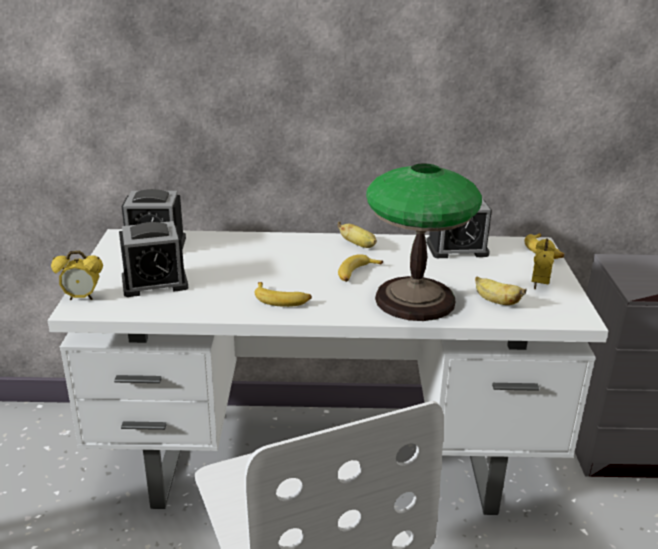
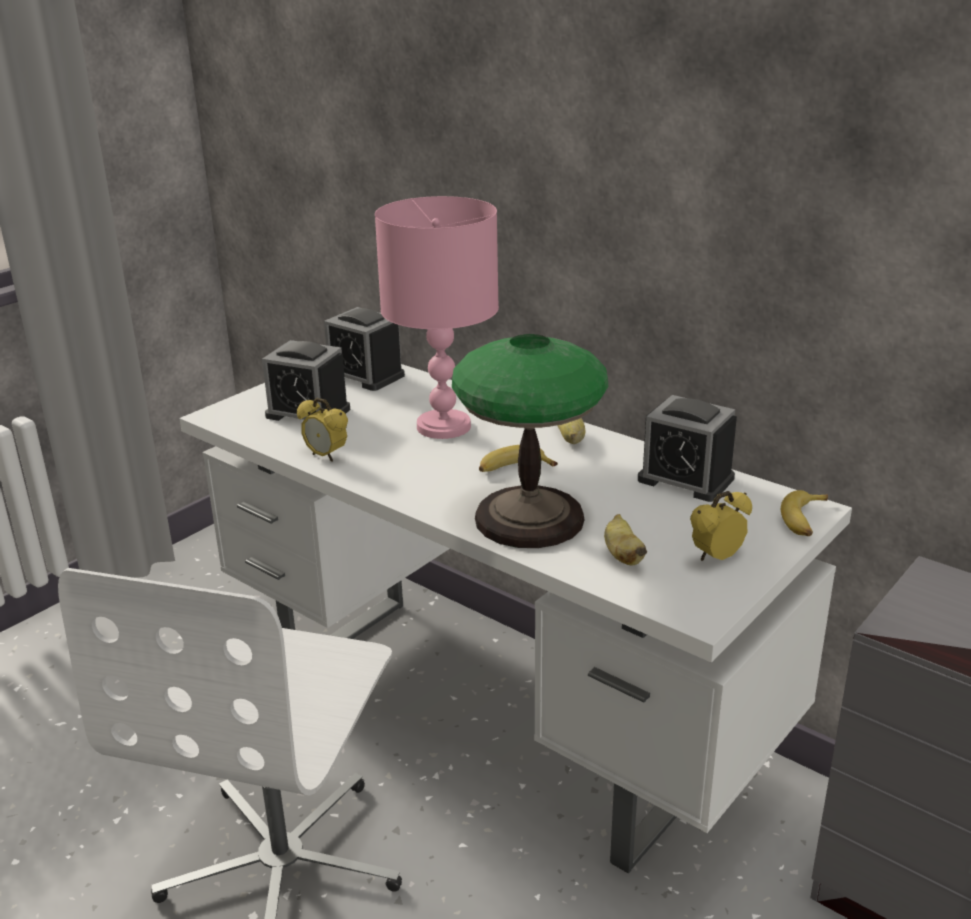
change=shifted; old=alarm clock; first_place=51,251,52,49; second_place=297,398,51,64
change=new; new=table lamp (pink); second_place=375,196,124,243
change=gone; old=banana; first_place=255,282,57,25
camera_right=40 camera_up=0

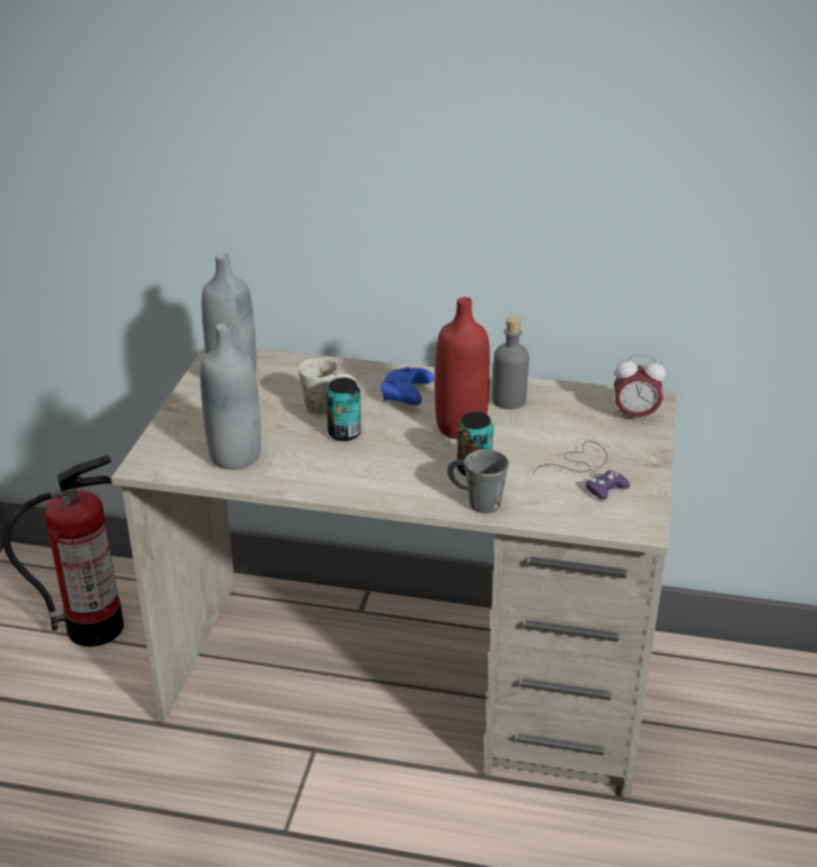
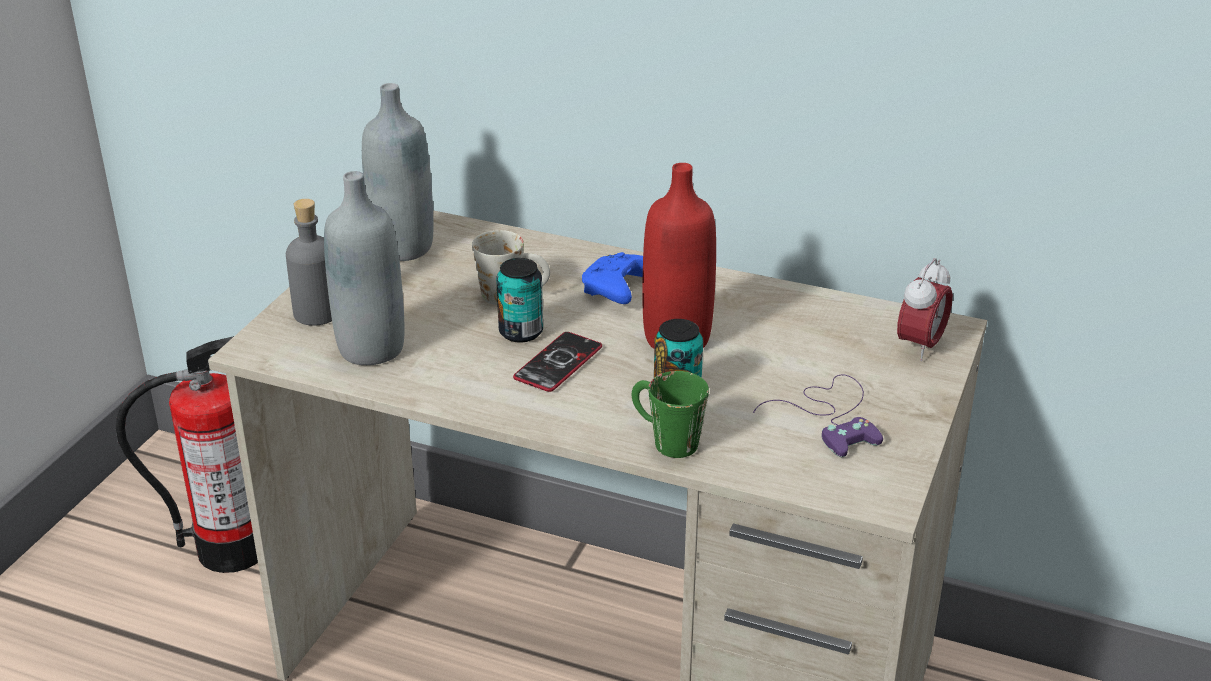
change=shifted; old=bottle (grey); first_place=492,316,37,93; second_place=286,199,46,127
change=new; new=phone; second_place=513,332,89,60
change=repainted; old=mug (grey); new=mug (green); first_place=447,450,62,63; second_place=632,371,77,87
change=rotated; old=alarm clock; first_place=614,354,52,68; second_place=897,258,56,103; degrees=-75
camera_right=10 camera_up=0

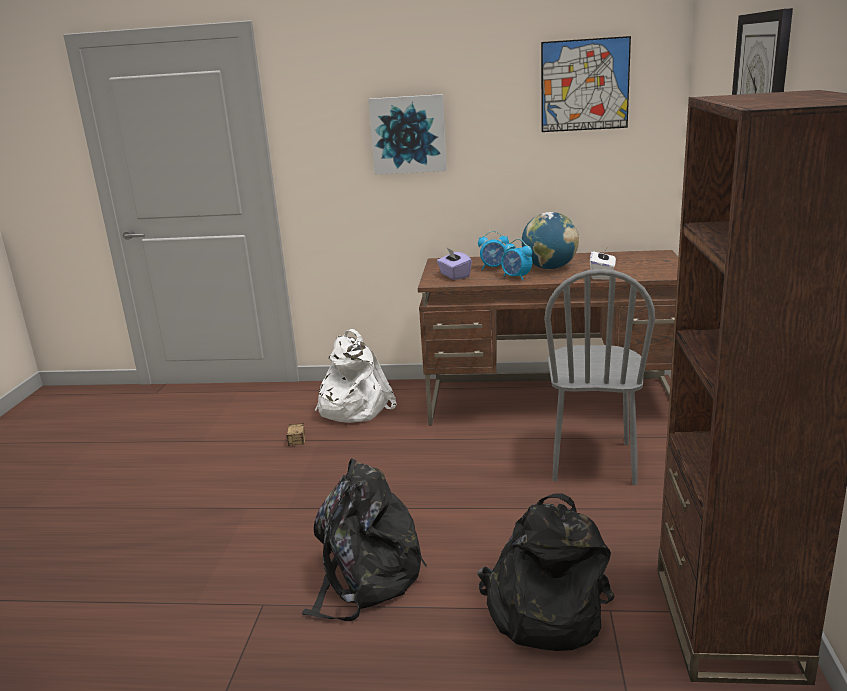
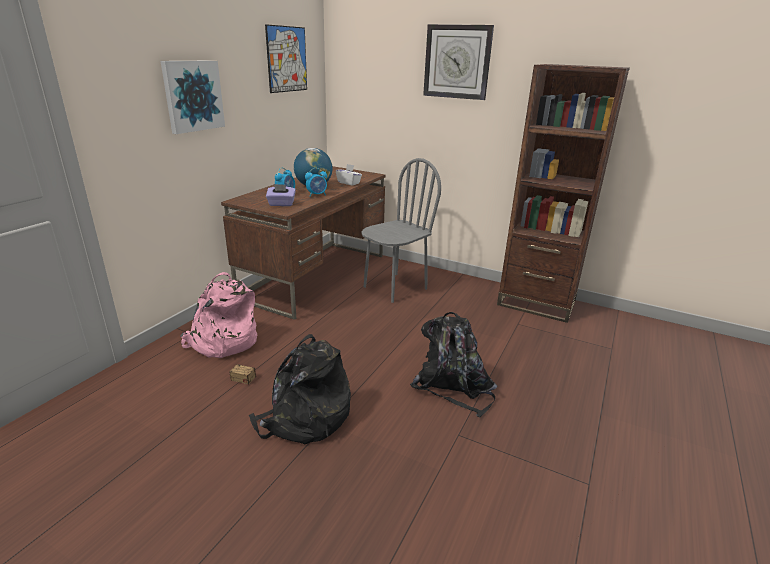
change=repainted; old=backpack (white); new=backpack (pink); first_place=314,329,83,94; second_place=180,272,77,86
change=shifted; old=backpack (black); first_place=477,494,137,157; second_place=249,334,102,110
change=rotated; old=chair (grey); first_place=544,269,111,216; second_place=361,158,80,145; degrees=-75
camera_right=-70 camera_up=5

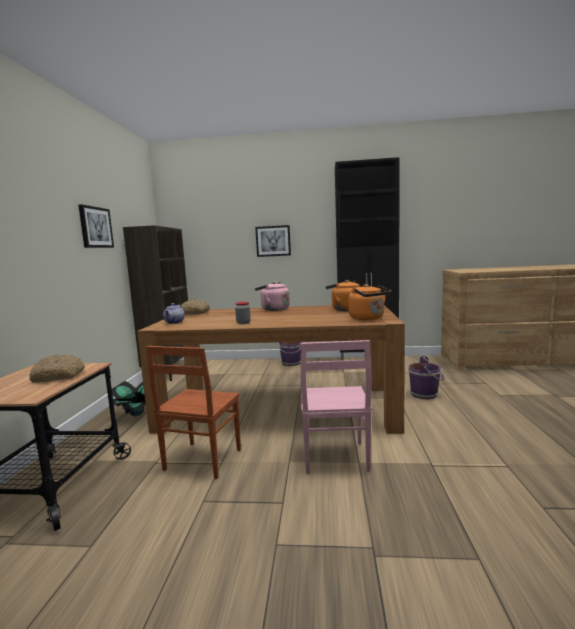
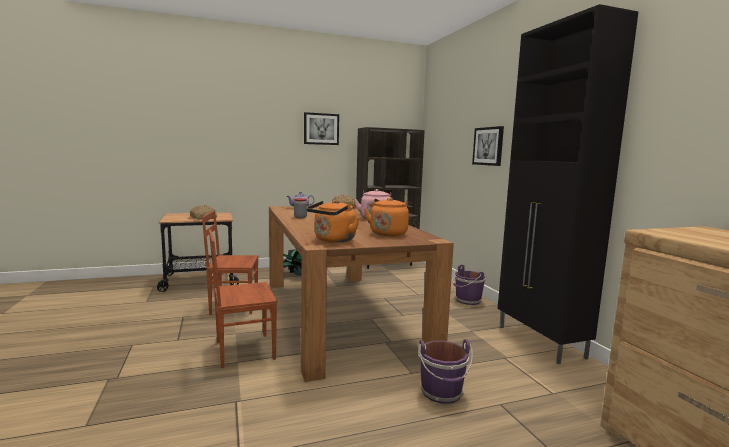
change=repainted; old=chair (pink); new=chair (brown); first_place=301,340,71,134; second_place=209,229,68,140
camera_right=65 camera_up=0

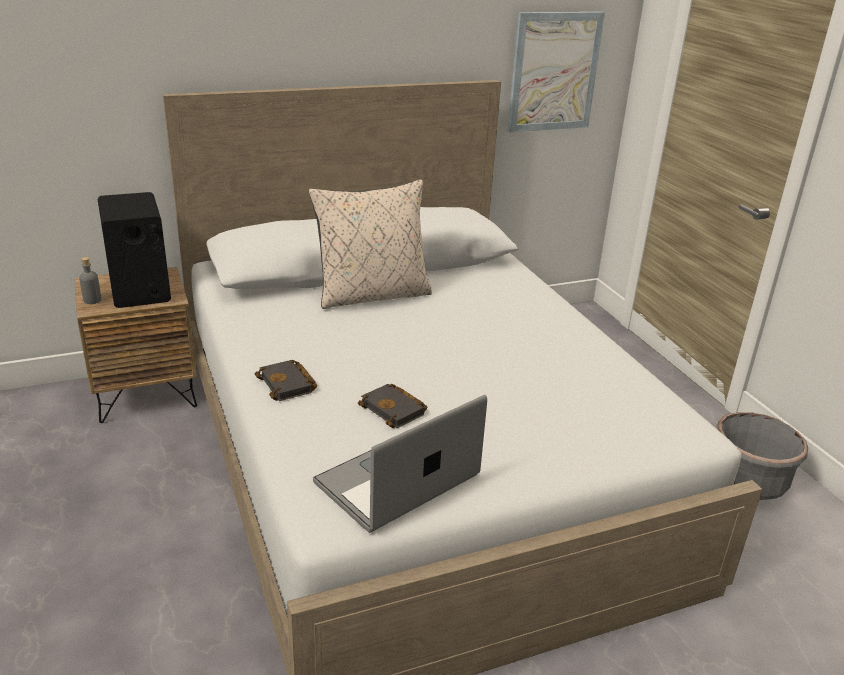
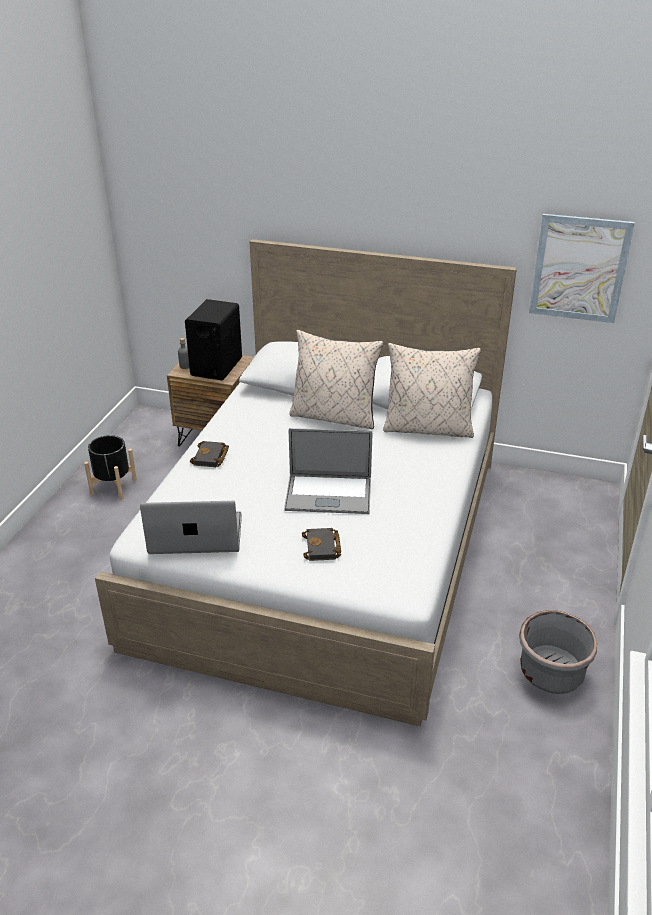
change=new; new=planter (black); second_place=84,435,53,64
change=new; new=laptop; second_place=284,428,88,86
change=shifted; old=book (black); first_place=358,384,69,44; second_place=302,528,39,33
change=new; new=pillow (beige); second_place=383,343,98,95
camera_right=40 camera_up=5

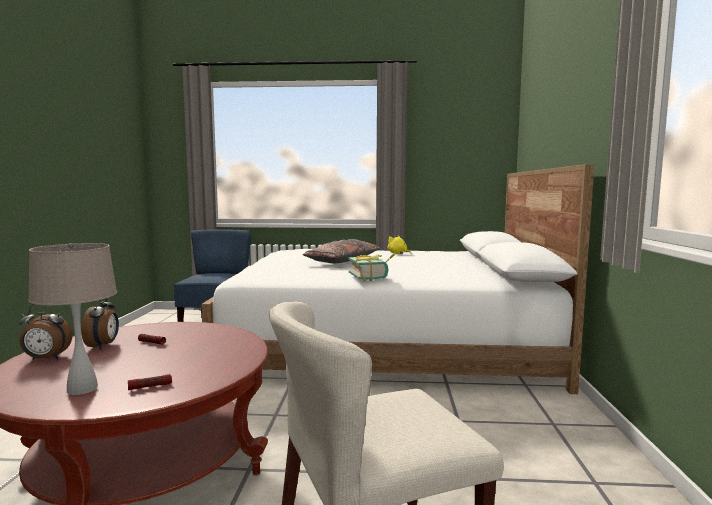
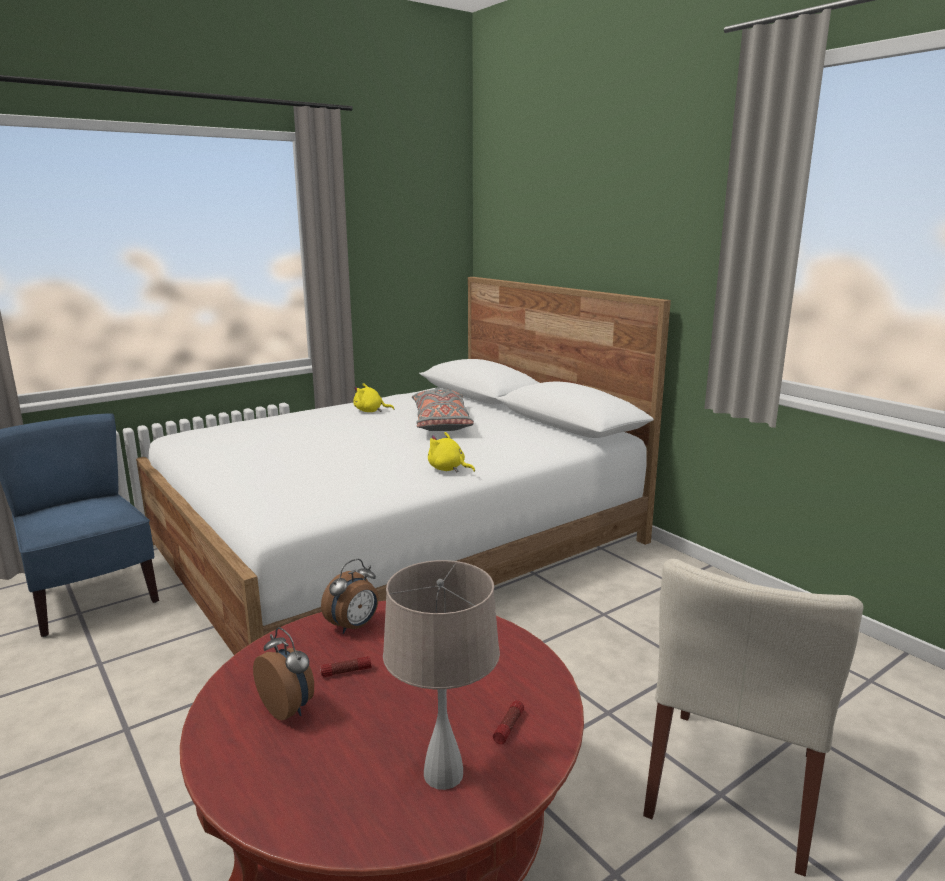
change=shifted; old=alarm clock; first_place=19,304,53,56; second_place=321,559,58,75
change=shifted; old=pillow (grey); first_place=302,239,78,24; second_place=412,389,62,42
change=swapped; old=book; new=plush toy (yellow); first_place=349,254,46,27; second_place=428,432,47,40
camera_right=-40 camera_up=10

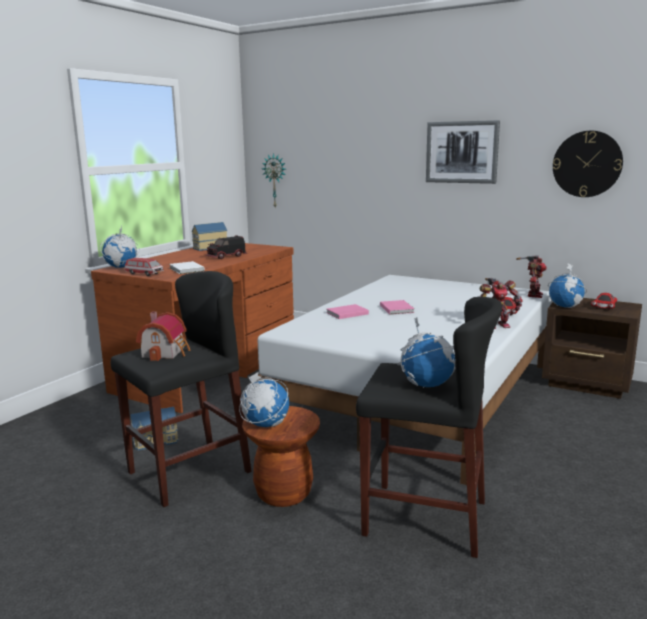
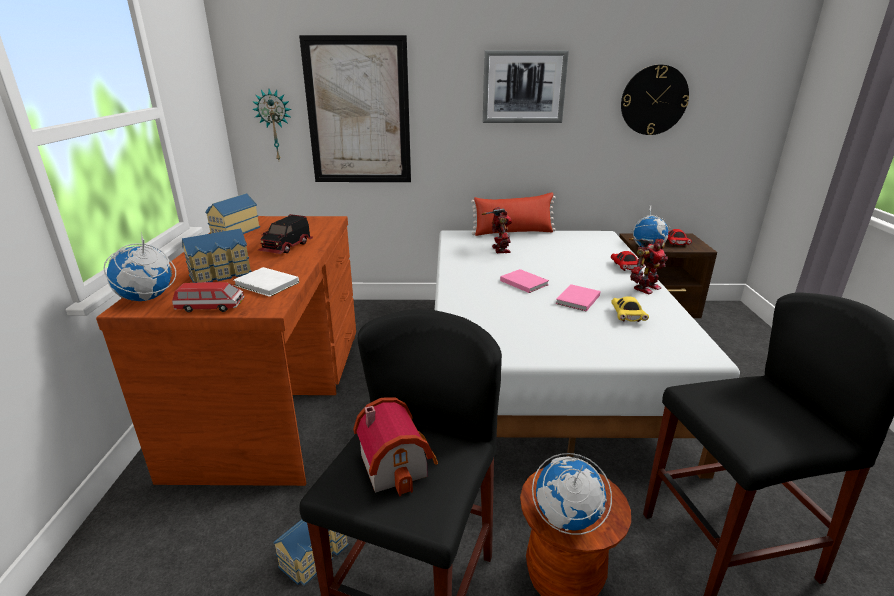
change=new; new=toy house; second_place=182,228,70,55
change=new; new=picture; second_place=299,35,112,147
change=new; new=pillow (red); second_place=471,193,85,43
change=shifted; old=toy robot; first_place=516,255,31,43; second_place=482,207,30,46
change=shifted; old=book (pink); first_place=326,304,43,15; second_place=555,284,45,27
change=new; new=toy car (yellow); second_place=612,297,37,25
change=gone; old=globe; first_place=397,318,58,70
camera_right=-30 camera_up=10

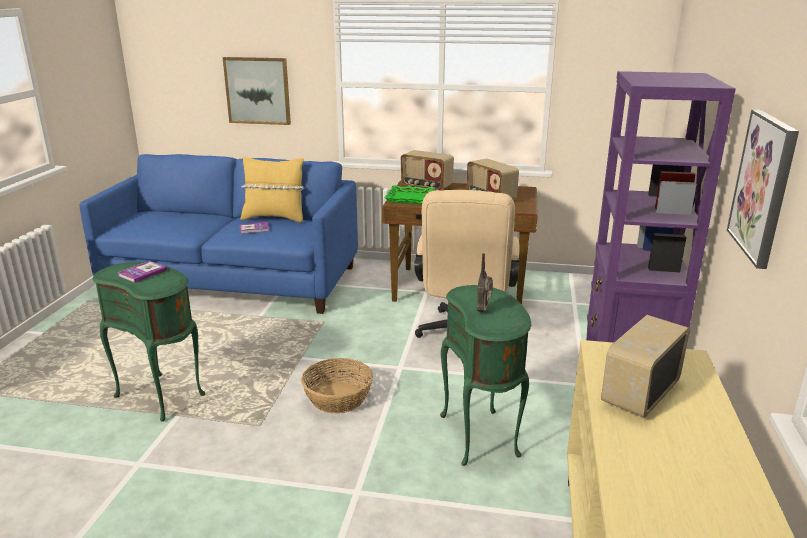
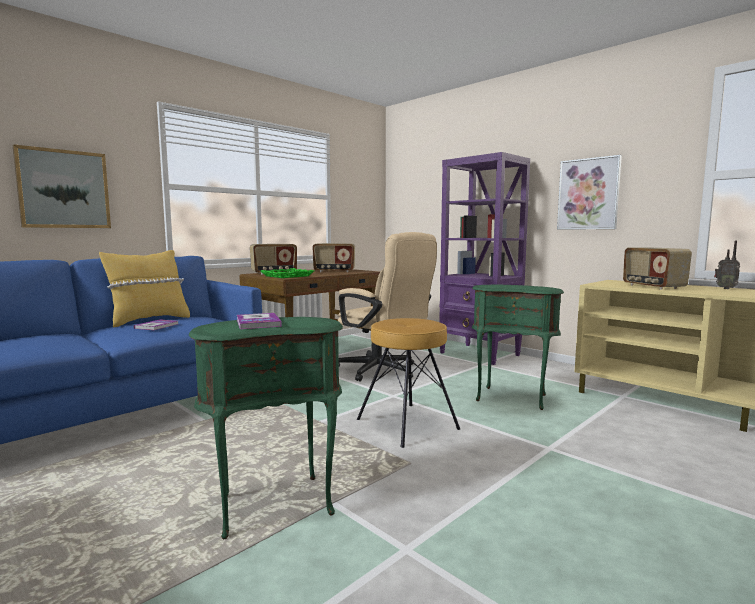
change=swapped; old=basket; new=stool (brown); first_place=301,358,72,55; second_place=357,318,103,130
change=shifted; old=radio; first_place=477,253,16,59; second_place=714,240,26,49
camera_right=-55 camera_up=-15

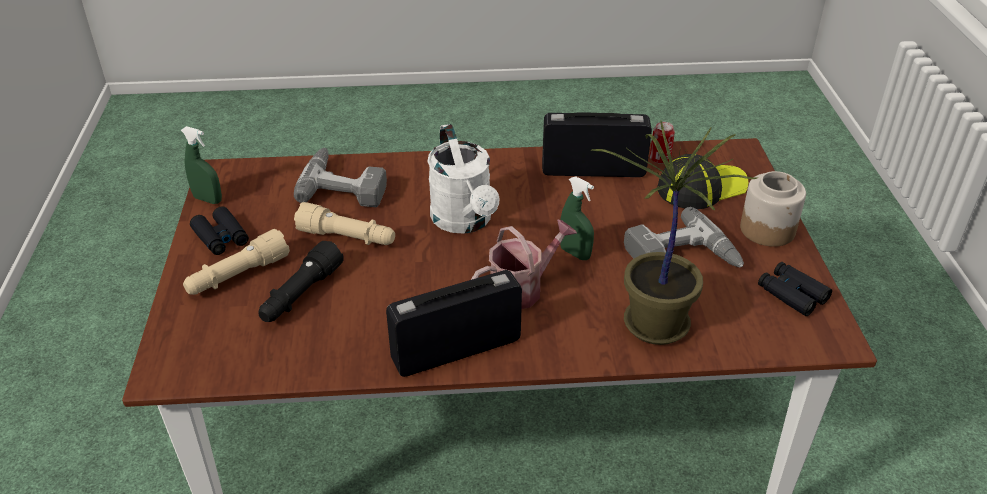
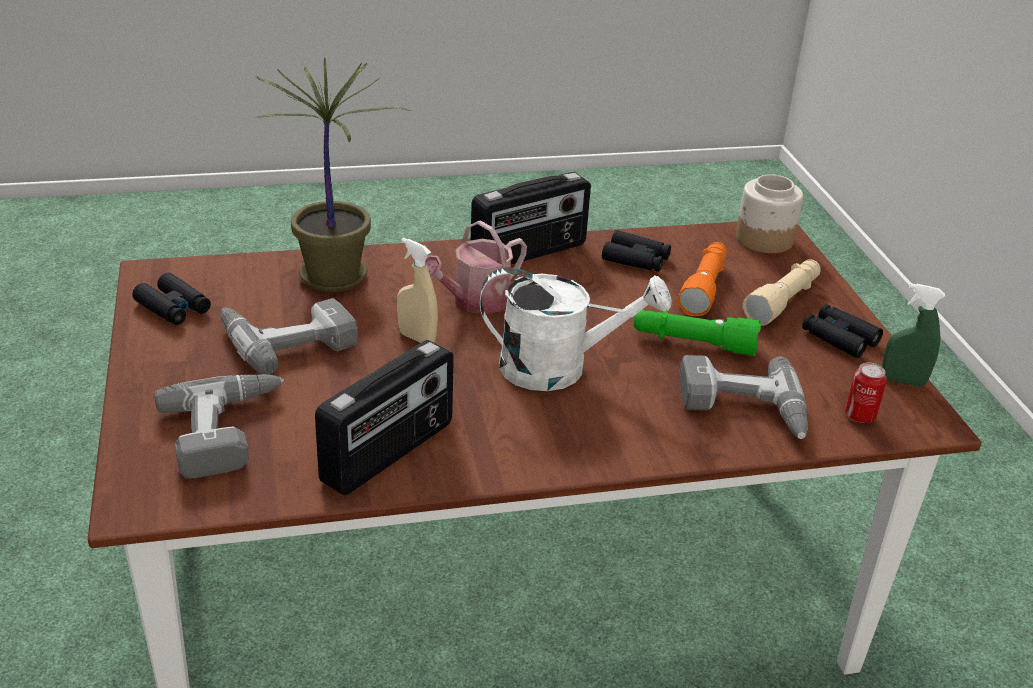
change=swapped; old=cap; new=power drill; first_place=657,154,91,55; second_place=154,374,130,105
change=rotated; old=radio; first_place=542,112,110,65; second_place=315,340,139,155; degrees=-45
change=repainted; old=spray bottle (green); new=spray bottle (beige); first_place=560,177,34,83; second_place=397,238,41,105
change=rotated; old=watering can (white); first_place=427,124,73,110; second_place=480,267,192,124; degrees=120
change=new; new=binoculars (black); second_place=602,230,69,42
change=repainted; old=flashlight (beige); new=flashlight (green); first_place=294,202,101,43; second_place=633,310,128,46
change=repainted; old=flashlight (black); new=flashlight (orange); first_place=259,241,85,81; second_place=678,242,49,74
change=shifted; old=jar; first_place=740,171,66,76; second_place=736,174,67,79
change=shifted; old=can; first_place=650,122,25,42; second_place=845,363,42,60
camera_right=170 camera_up=-5

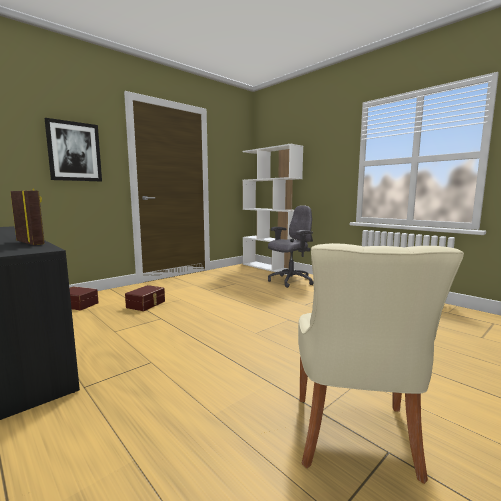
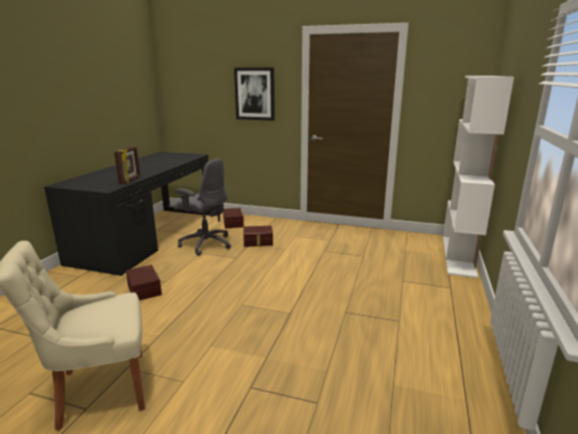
change=new; new=storage box (brown); second_place=126,265,36,36
change=shifted; old=office chair (grey); first_place=268,205,46,83; second_place=174,158,57,98
camera_right=60 camera_up=10

